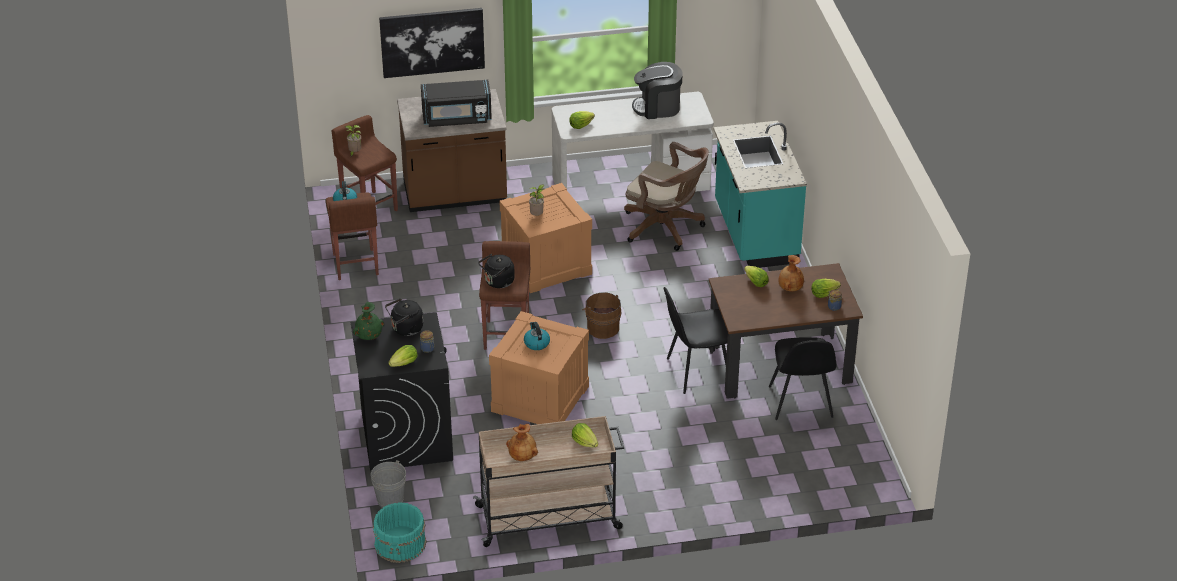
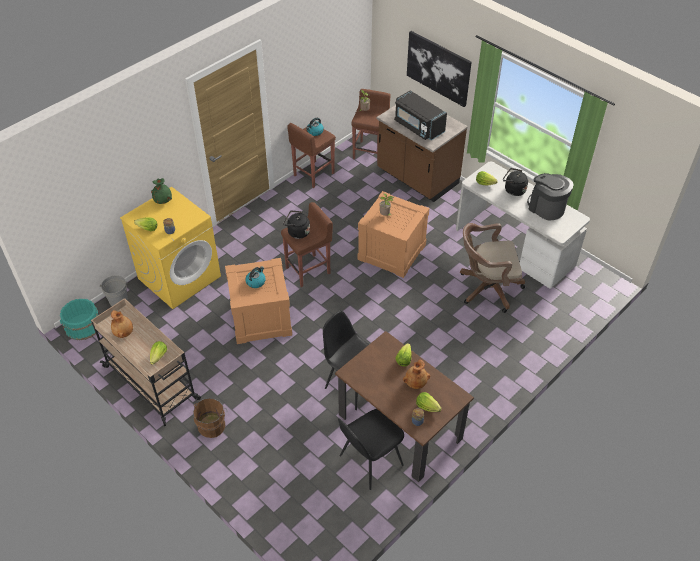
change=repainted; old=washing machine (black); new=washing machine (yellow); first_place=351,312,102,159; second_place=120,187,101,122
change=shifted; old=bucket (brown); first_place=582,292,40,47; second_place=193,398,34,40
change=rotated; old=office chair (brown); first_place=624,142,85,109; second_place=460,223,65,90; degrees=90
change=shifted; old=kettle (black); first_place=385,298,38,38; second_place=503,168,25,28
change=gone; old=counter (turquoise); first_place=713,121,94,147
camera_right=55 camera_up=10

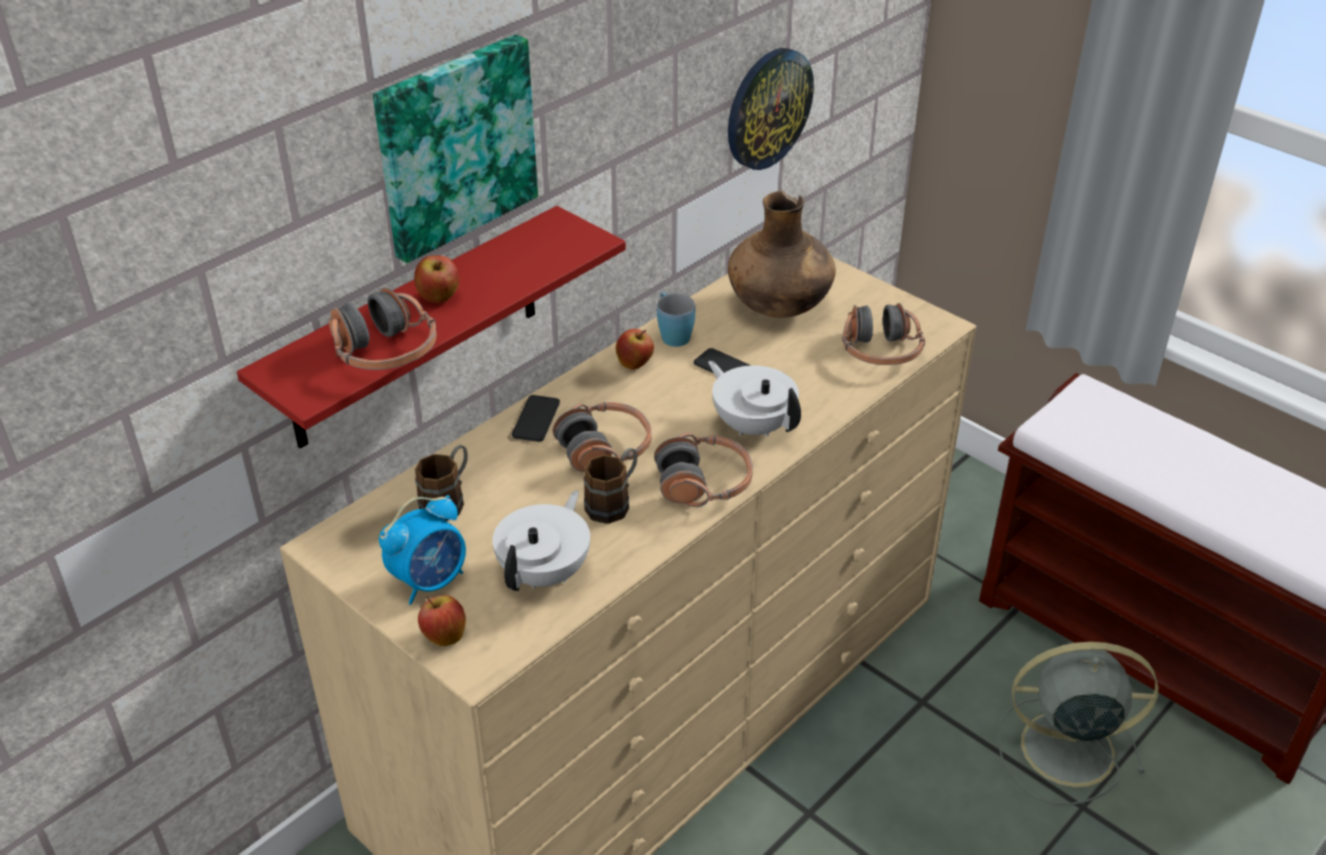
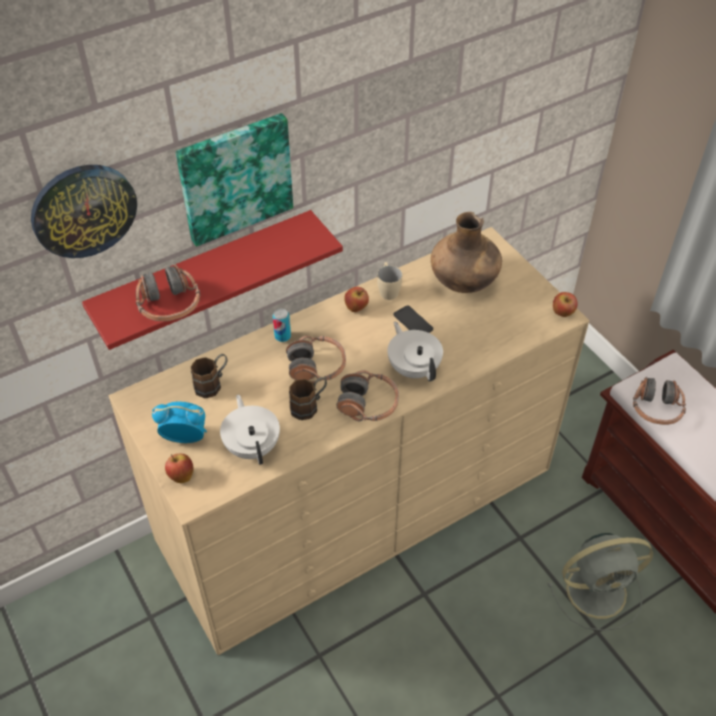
change=shifted; old=wall clock; first_place=728,48,86,122; second_place=31,165,106,93
change=rotated; old=alarm clock; first_place=379,495,87,110; second_place=152,402,55,41; degrees=-150
change=rotated; old=teapot (white); first_place=493,491,97,100; second_place=220,395,60,70; degrees=-60
change=swapped; old=phone; new=can; first_place=512,395,48,47; second_place=273,308,18,34
change=repainted; old=mug (blue); new=mug (beige); first_place=657,292,39,55; second_place=377,262,25,38
change=rotated; old=fan (grey); first_place=997,642,161,163; second_place=548,533,105,98; degrees=150
change=shifted; old=apple; first_place=414,255,45,48; second_place=553,292,24,25
change=shifted; old=headphones; first_place=842,303,83,62; second_place=633,377,53,48
camera_right=15 camera_up=10

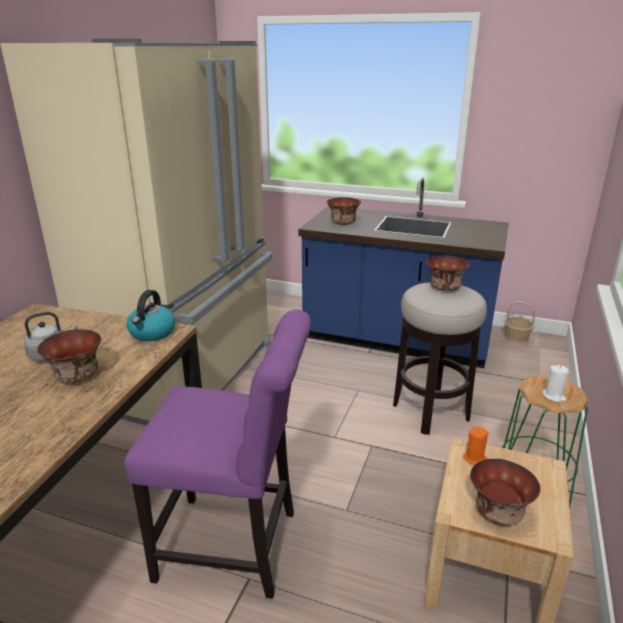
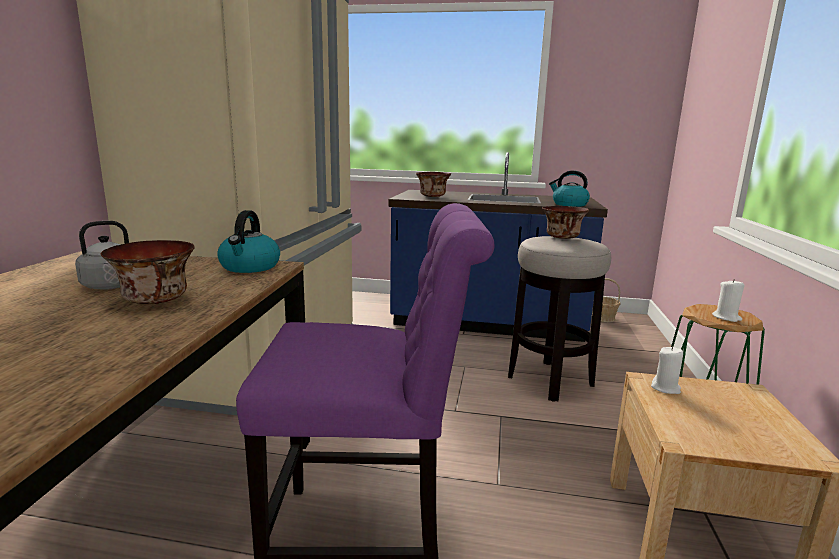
change=new; new=kettle; second_place=549,170,41,37
change=repainted; old=candle (orange); new=candle (white); first_place=463,427,25,38; second_place=651,347,32,47
change=gone; old=bowl; first_place=470,459,71,66
camera_right=-10 camera_up=-10

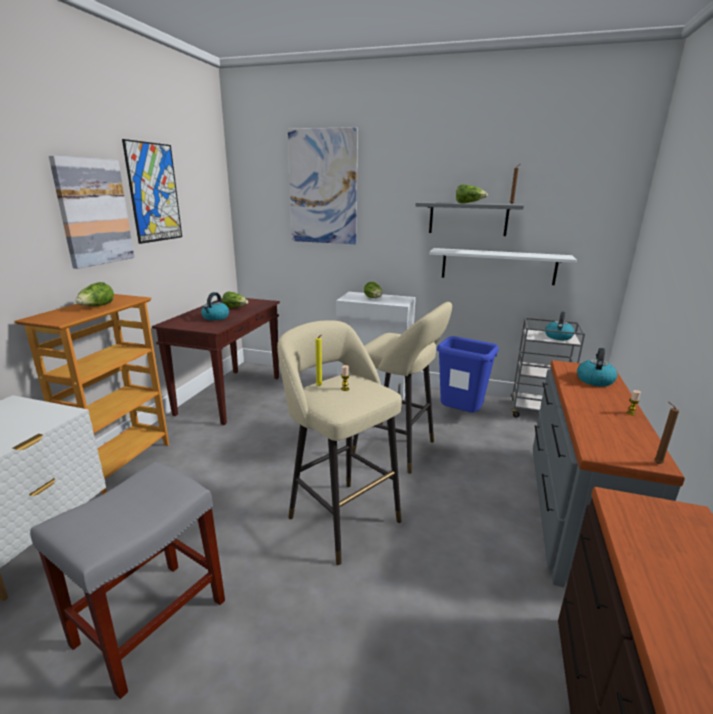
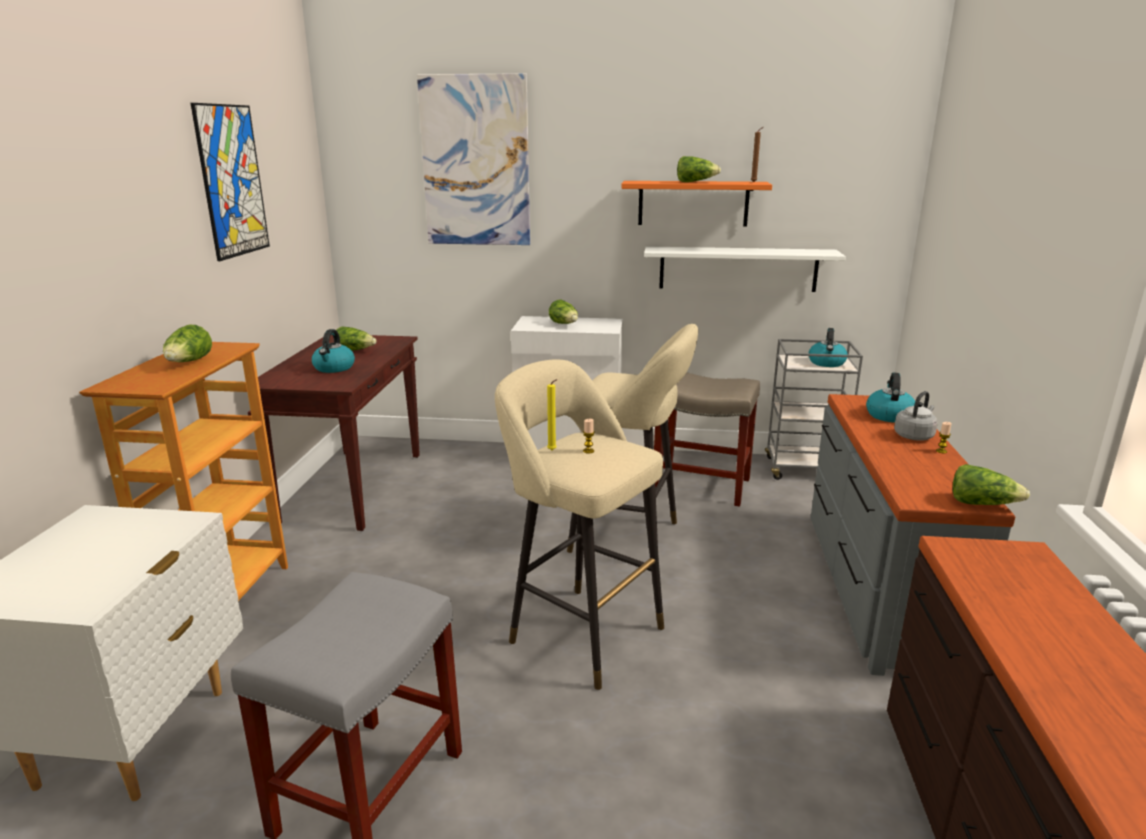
change=repainted; old=shelf (grey); new=shelf (orange); first_place=415,202,109,34; second_place=621,181,151,45
change=swapped; old=trash can (blue); new=stool (beige); first_place=437,336,62,76; second_place=654,373,106,134
change=new; new=kettle (grey); second_place=894,391,44,50
change=swapped; old=candle (brown); new=lettuce; first_place=654,401,25,63; second_place=952,464,78,41
change=gone; old=picture; first_place=49,156,86,113
camera_right=-10 camera_up=0

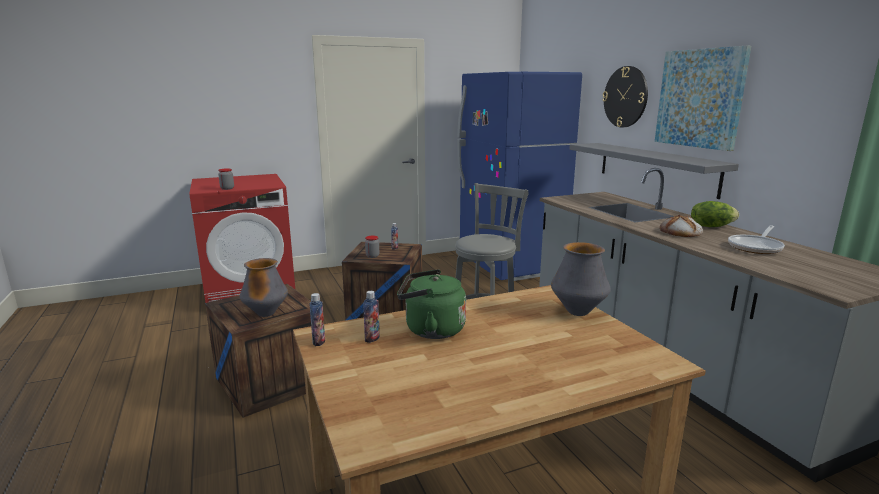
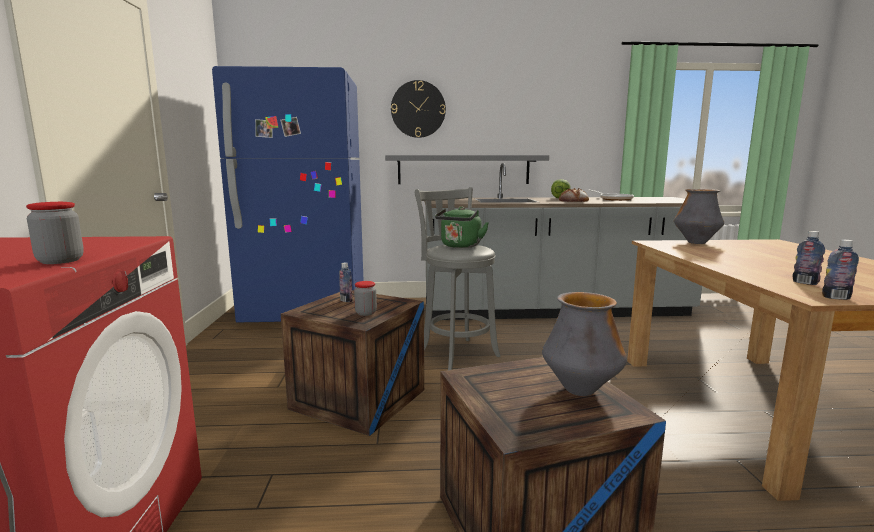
change=shifted; old=kettle (green); first_place=397,269,69,70; second_place=435,207,54,41
change=gone; old=picture; first_place=655,46,96,105
camera_right=-70 camera_up=-5

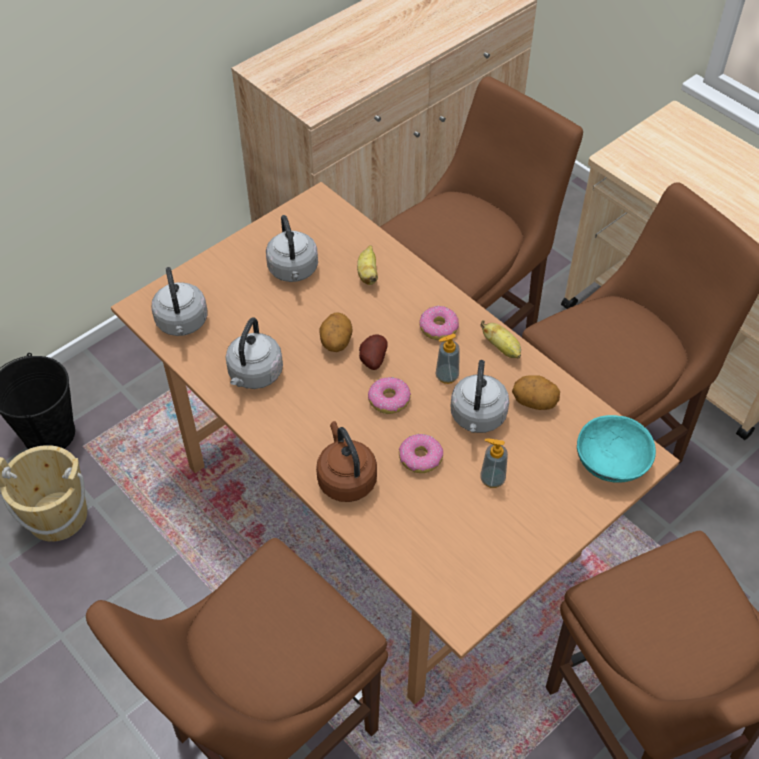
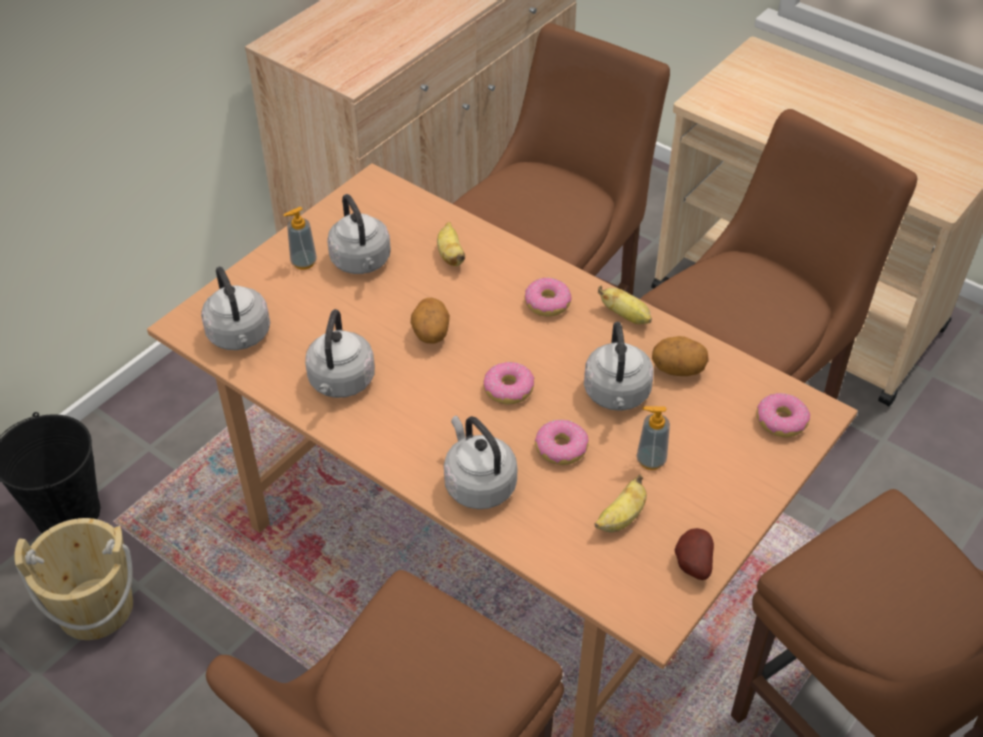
change=shifted; old=soap dispenser; first_place=436,334,24,50; second_place=284,207,33,63
change=repainted; old=kettle (brown); new=kettle (grey); first_place=316,421,61,81; second_place=444,416,74,93
change=new; new=banana; second_place=595,475,52,57
change=shifted; old=potato; first_place=359,335,29,35; second_place=675,528,39,52
change=swapped; old=bowl (turquoise); new=donut; first_place=577,415,79,68; second_place=756,393,54,44
camera_right=-10 camera_up=-5

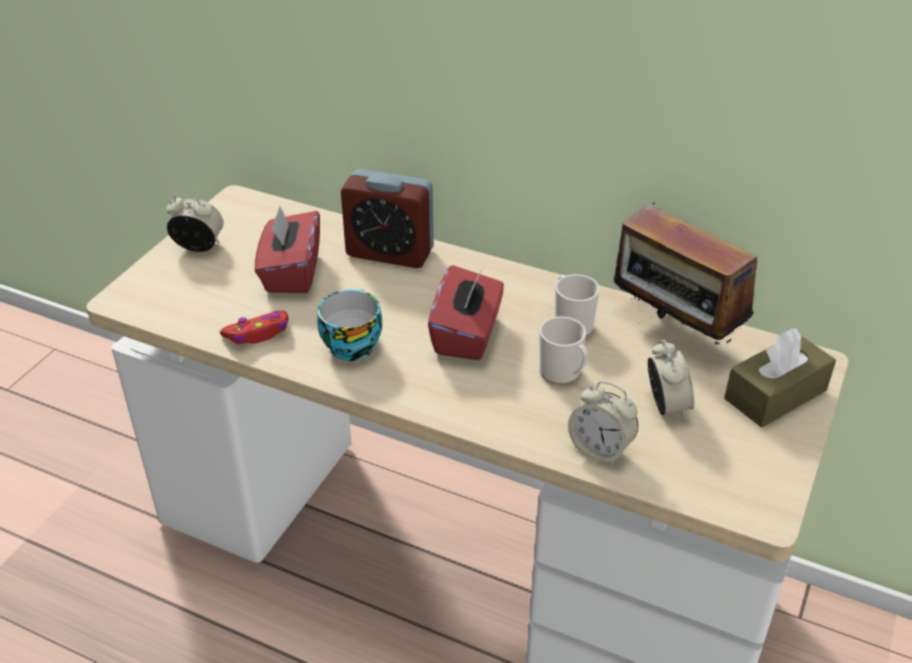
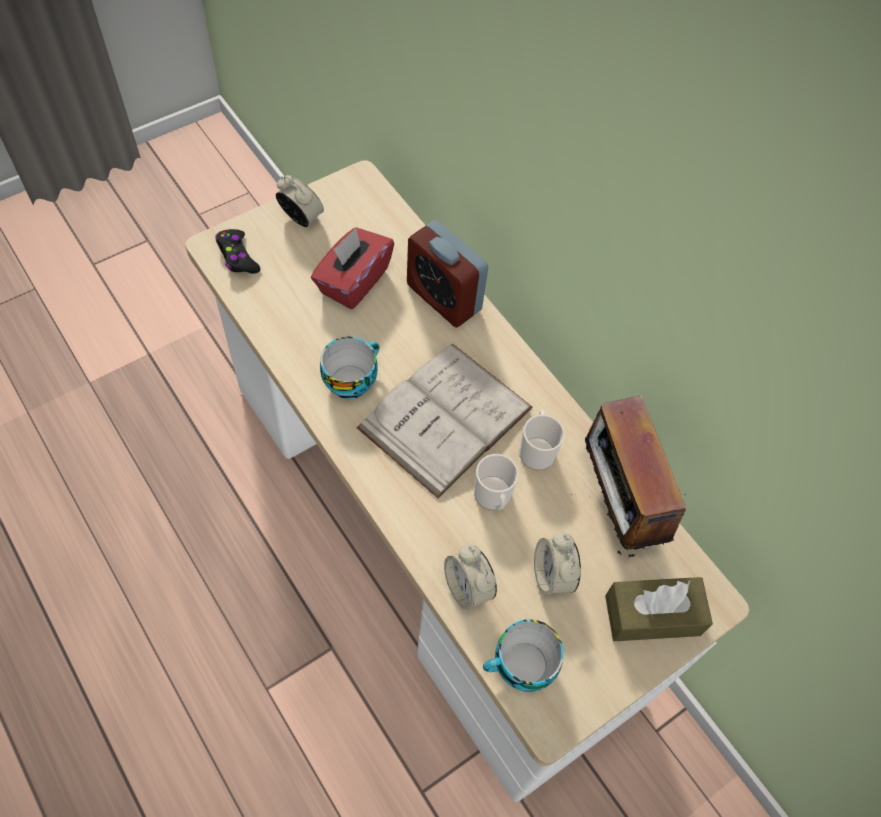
change=new; new=game controller (black); second_place=215,229,45,45
change=swapped; old=tissue box (red); new=book (white); first_place=428,265,76,95; second_place=356,343,177,156
change=new; new=cup; second_place=483,619,81,73
change=rotated; old=alarm clock; first_place=648,340,46,79; second_place=534,532,47,63; degrees=150
change=gone; old=game controller (red); first_place=220,310,69,34
camera_right=25 camera_up=20

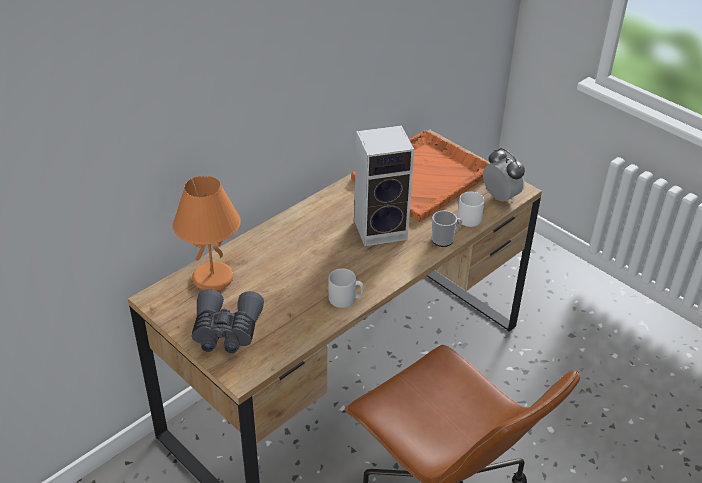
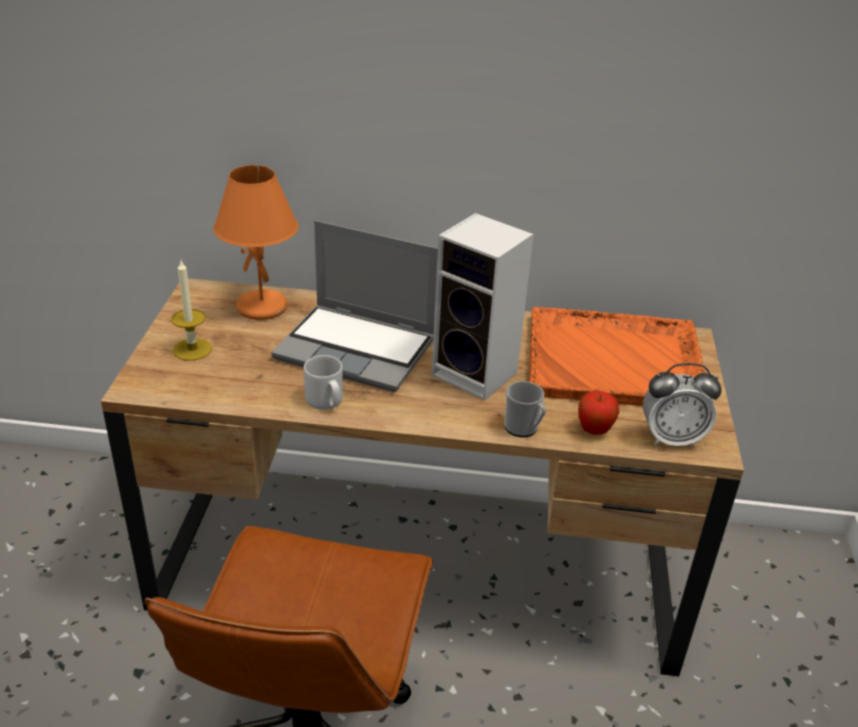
change=swapped; old=binoculars (grey); new=candle; first_place=192,289,72,64; second_place=171,260,41,101
change=new; new=laptop; second_place=271,220,167,172
change=swapped; old=mug (white); new=apple; first_place=457,192,27,35; second_place=578,391,41,44
change=rotated; old=alarm clock; first_place=483,148,42,54; second_place=643,363,79,84; degrees=75
camera_right=50 camera_up=-5

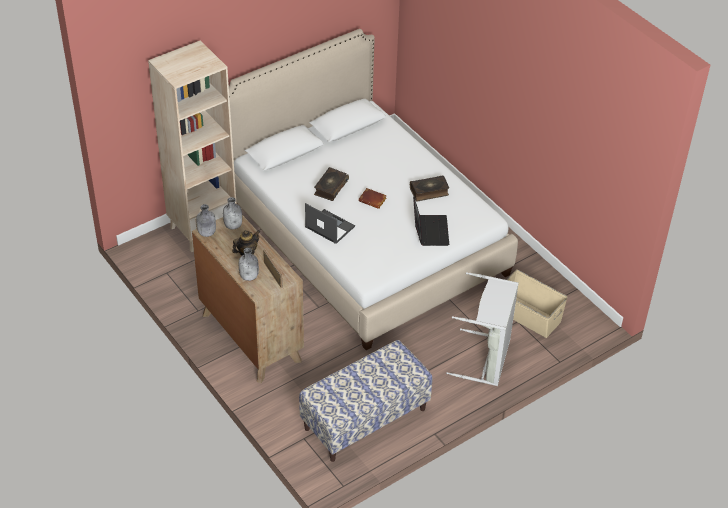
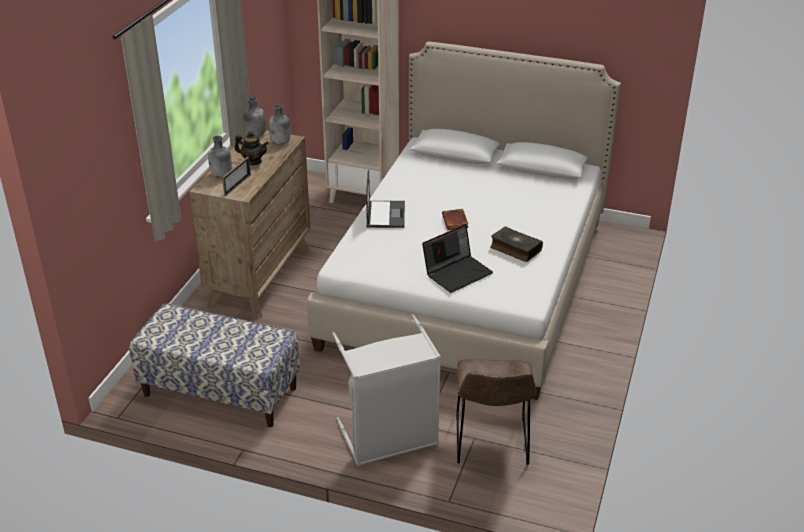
change=swapped; old=storage box (beige); new=chair (brown); first_place=507,270,61,68; second_place=456,359,80,106
change=gone; old=book; first_place=314,167,35,34
camera_right=55 camera_up=-10

